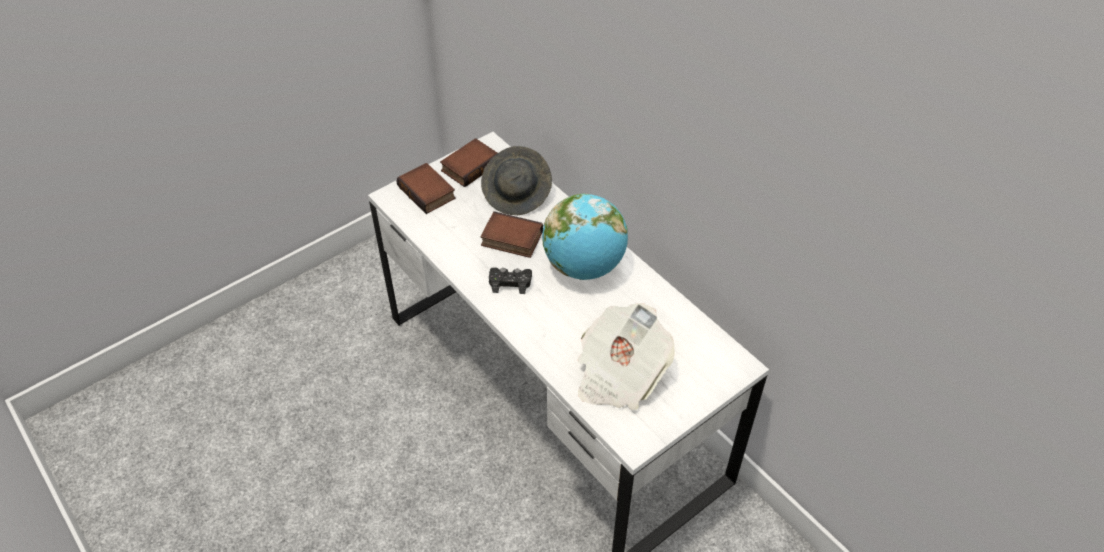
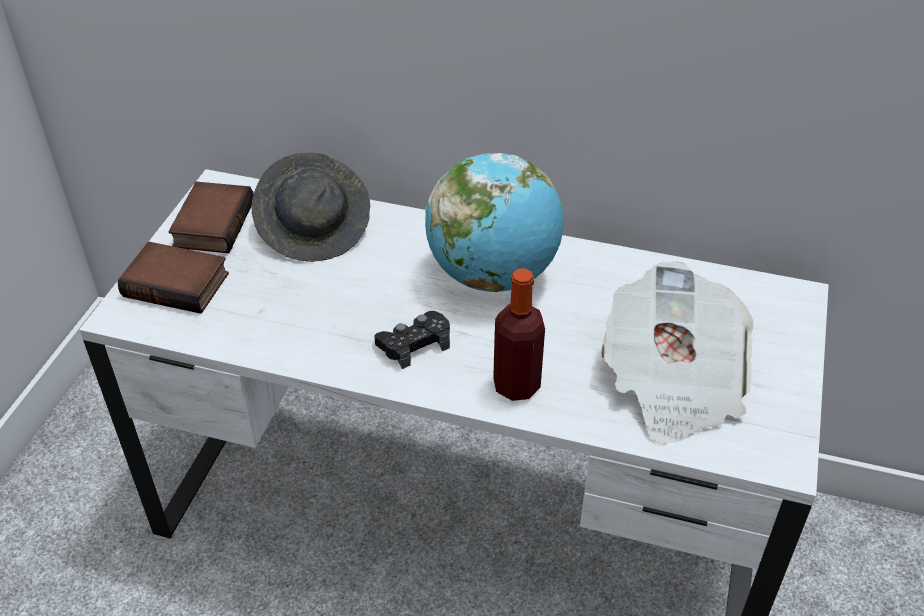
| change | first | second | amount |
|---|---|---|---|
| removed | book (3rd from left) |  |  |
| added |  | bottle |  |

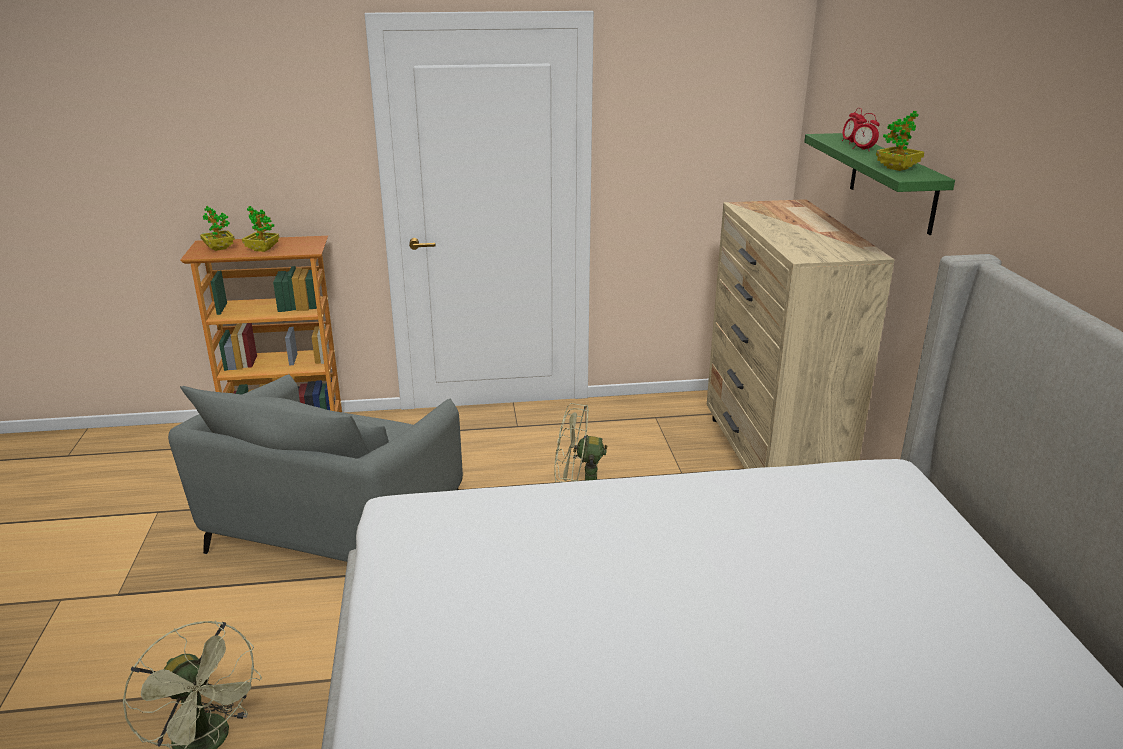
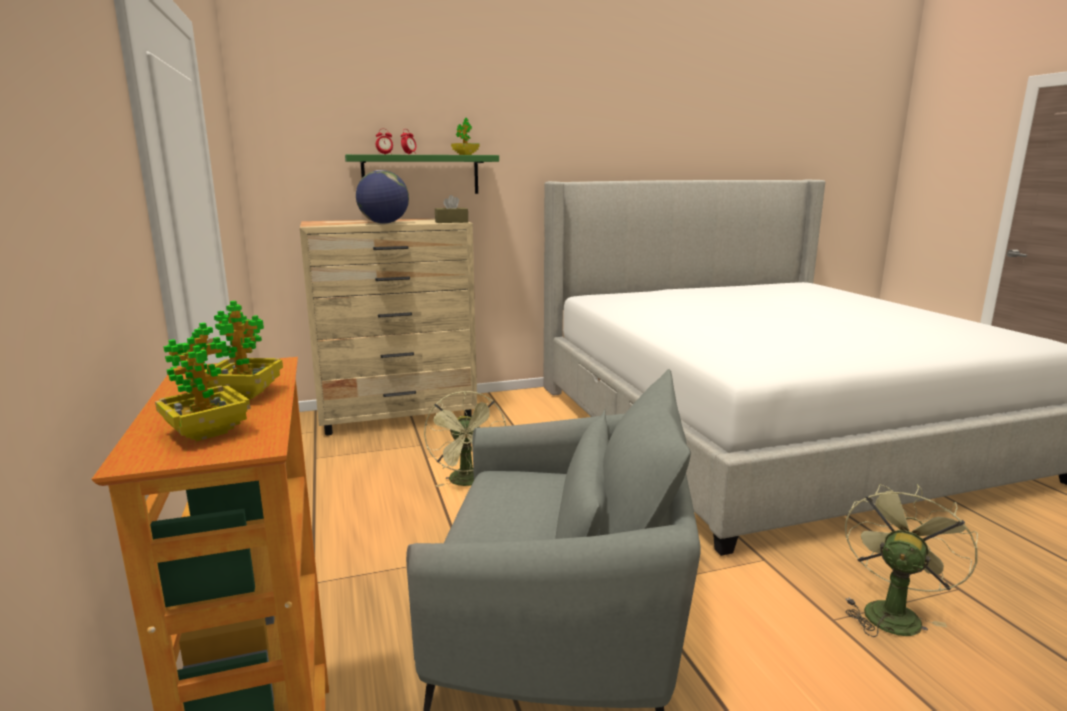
| change | first | second | amount |
|---|---|---|---|
| added |  | globe |  |
| added |  | brown tissue box |  |

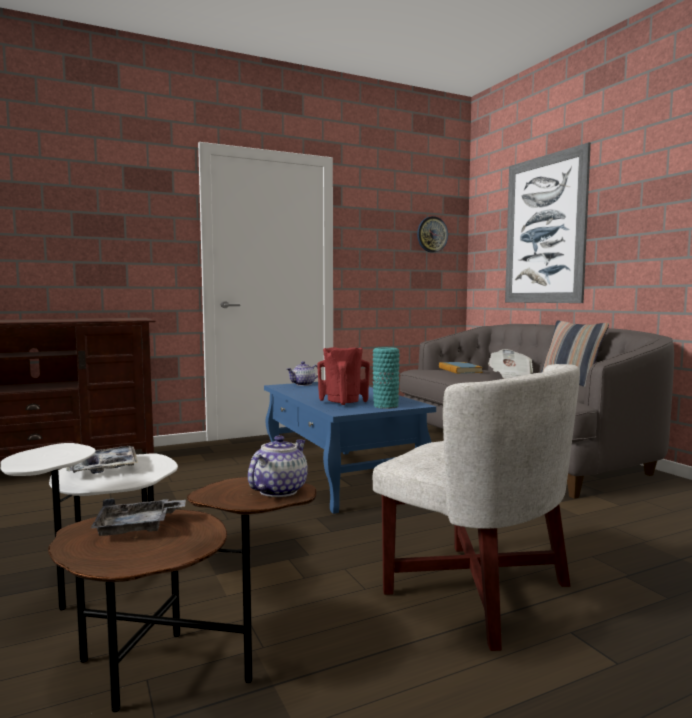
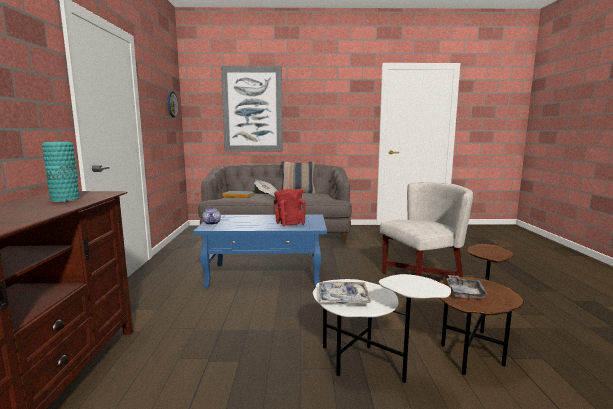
| change | first | second | amount |
|---|---|---|---|
| removed | teapot (1st from left) |  |  |
| moved | turquoise vase |  |  |

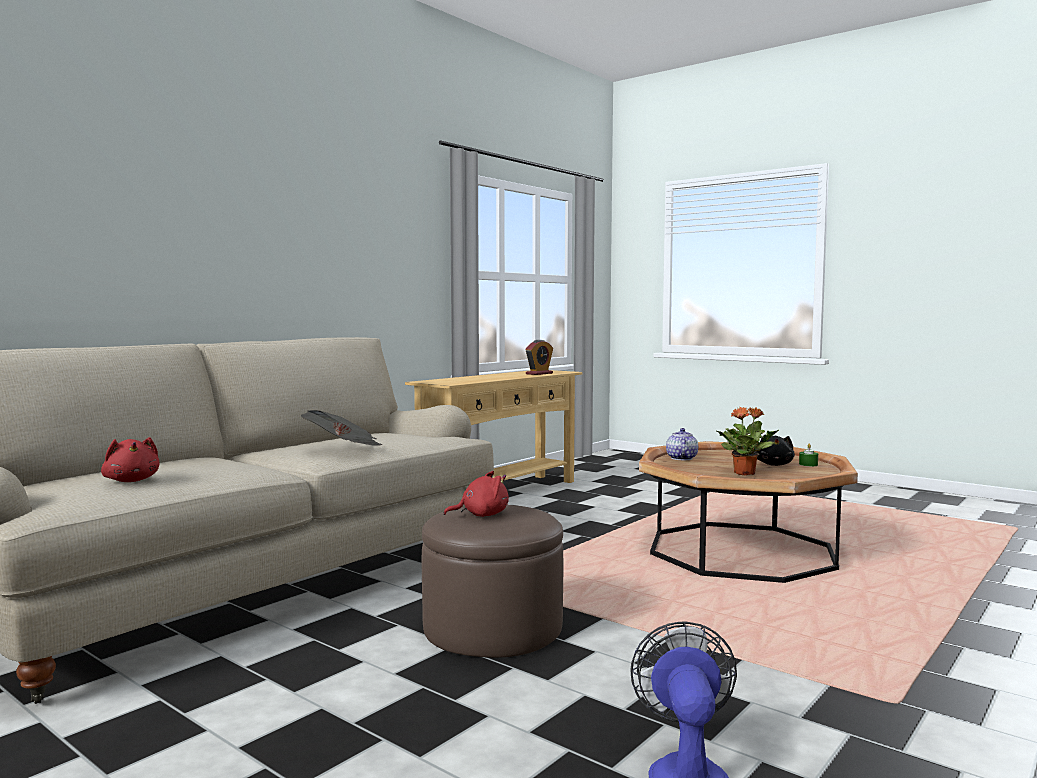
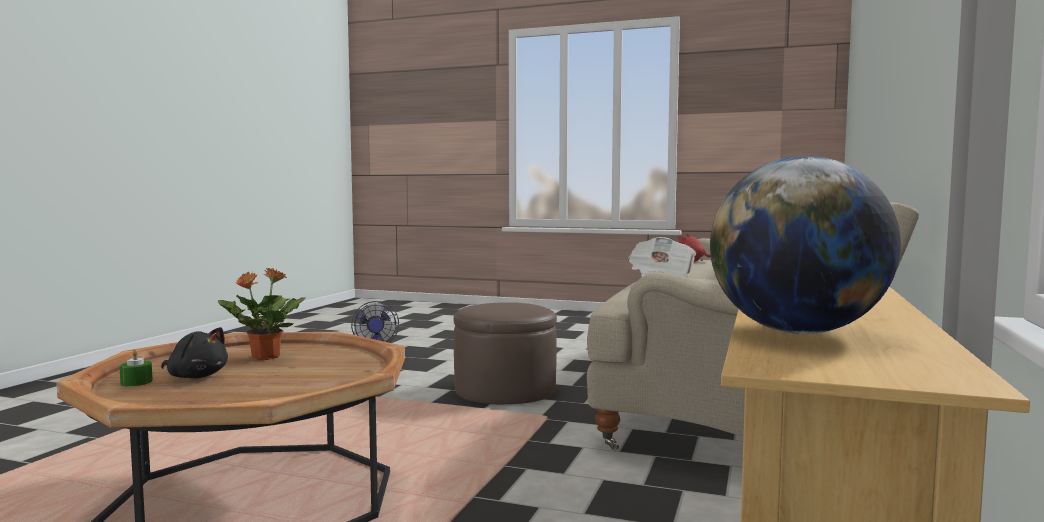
| change | first | second | amount |
|---|---|---|---|
| removed | red plush toy (2nd from left) |  |  |
| removed | teapot |  |  |
| replaced | alarm clock | globe |  |
| turned | black plush toy |  | 120 degrees clockwise |

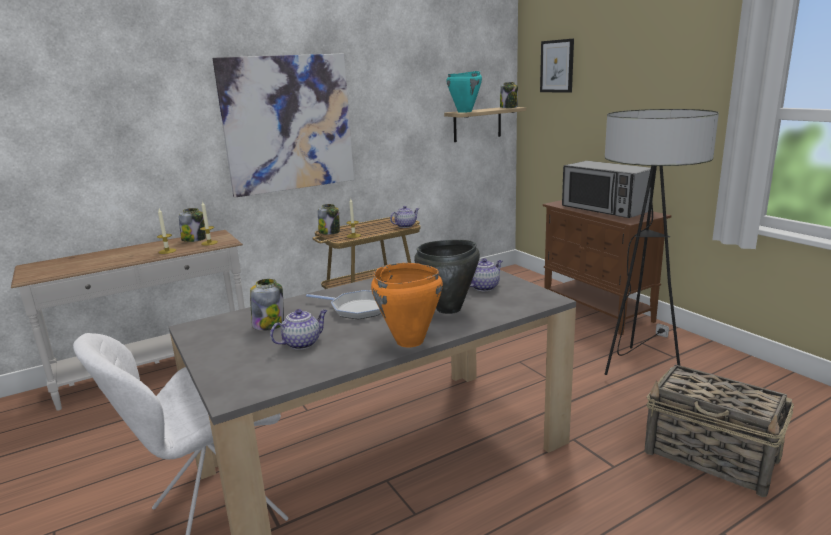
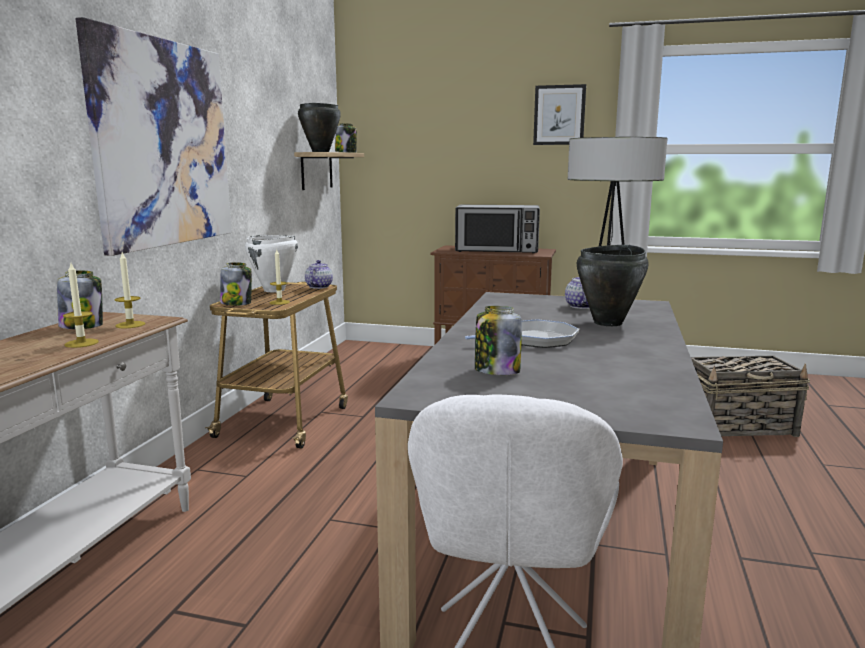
| change | first | second | amount |
|---|---|---|---|
| removed | teapot (1st from left) |  |  |
| removed | orange cooking pot |  |  |
| added |  | white cooking pot |  |
| moved | picture (2nd from left) |  |  |
| recoloured | turquoise cooking pot | black cooking pot (1st from left) |  |

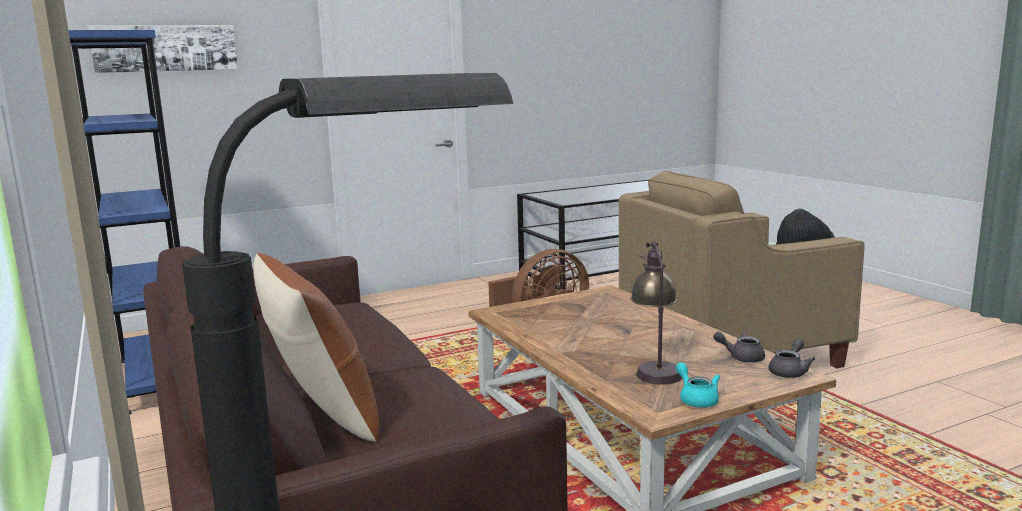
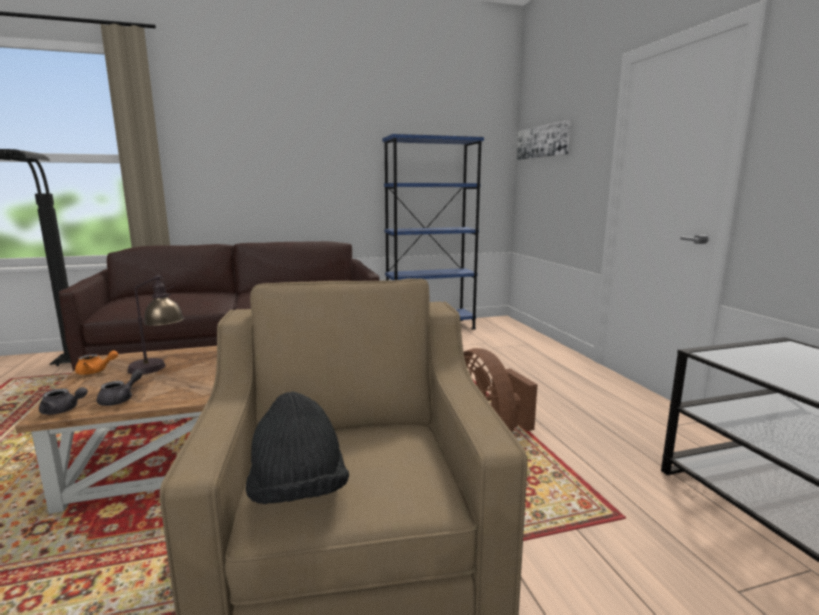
| change | first | second | amount |
|---|---|---|---|
| removed | brown pillow |  |  |
| recoloured | turquoise teapot | orange teapot |  |
| turned | grey teapot (2nd from left in the first image) | grey teapot (1st from left) | 45 degrees counterclockwise |

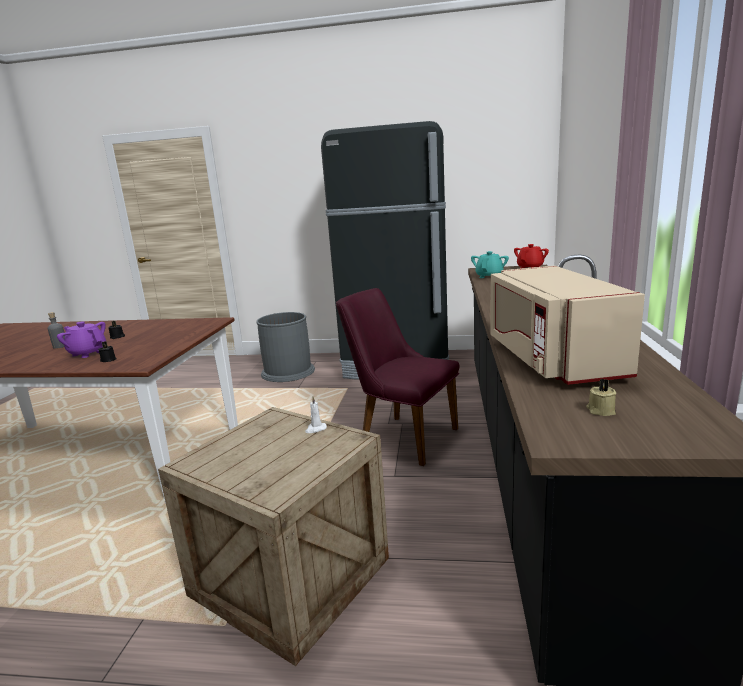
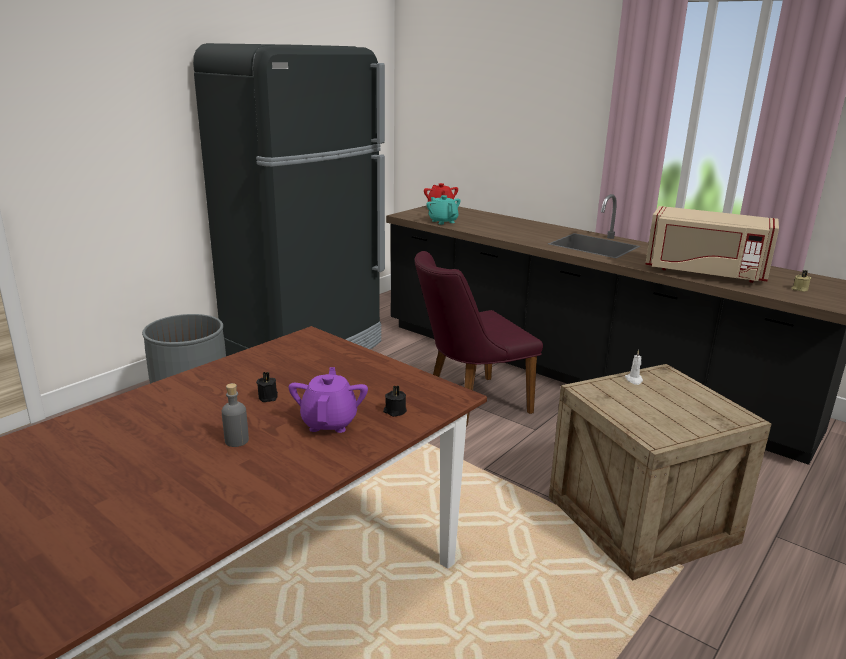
| change | first | second | amount |
|---|---|---|---|
| turned | purple teapot |  | 120 degrees clockwise |

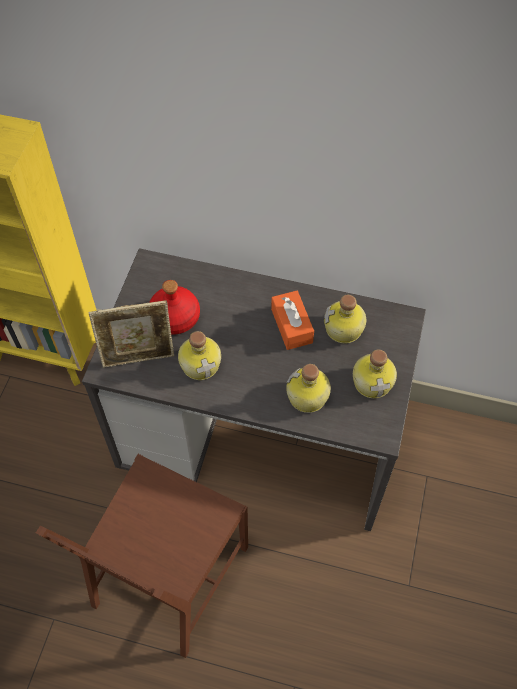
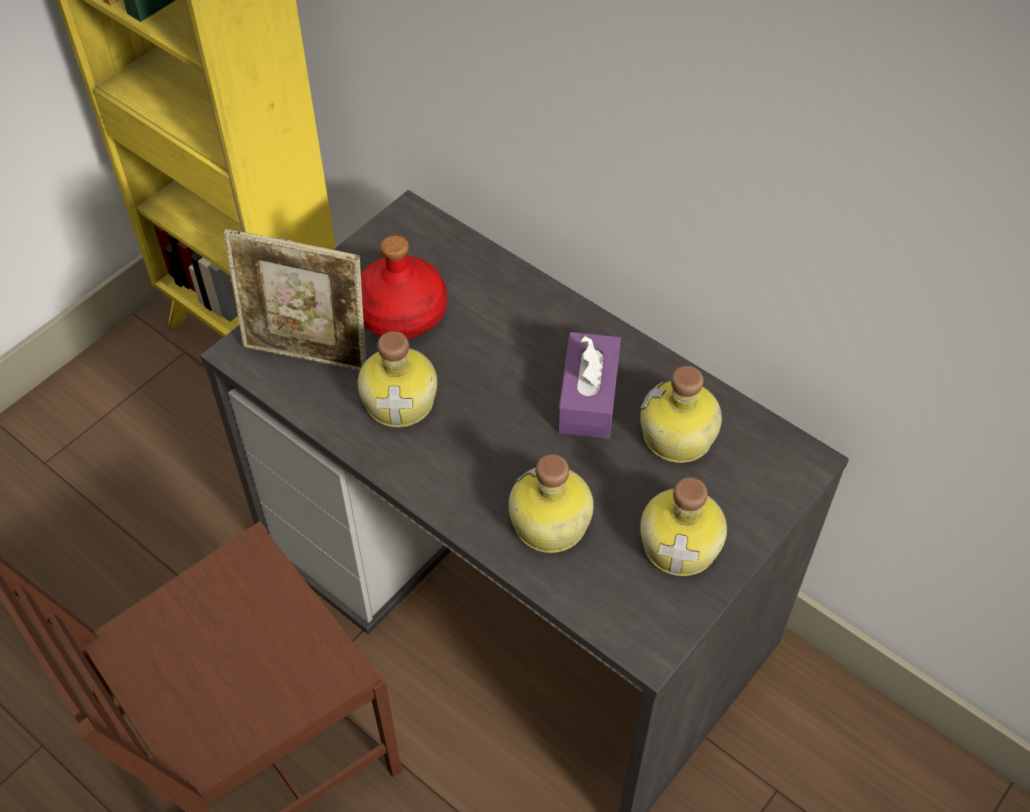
| change | first | second | amount |
|---|---|---|---|
| recoloured | orange tissue box | purple tissue box |  |

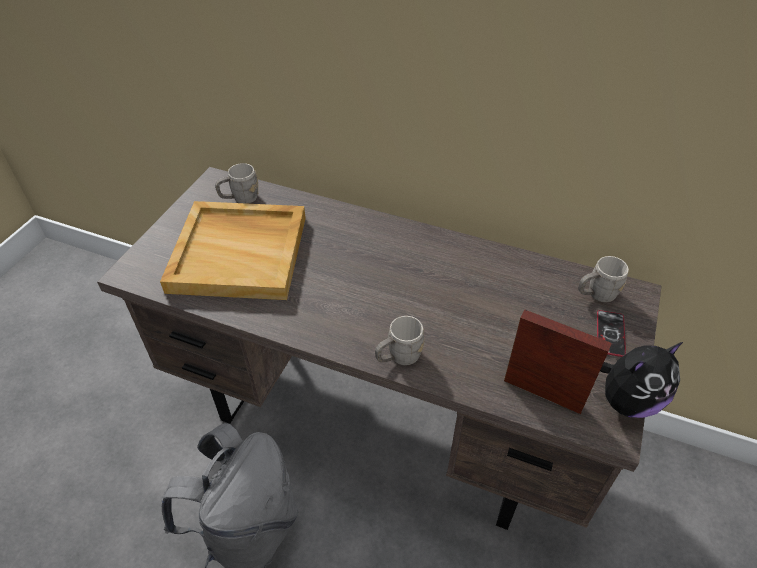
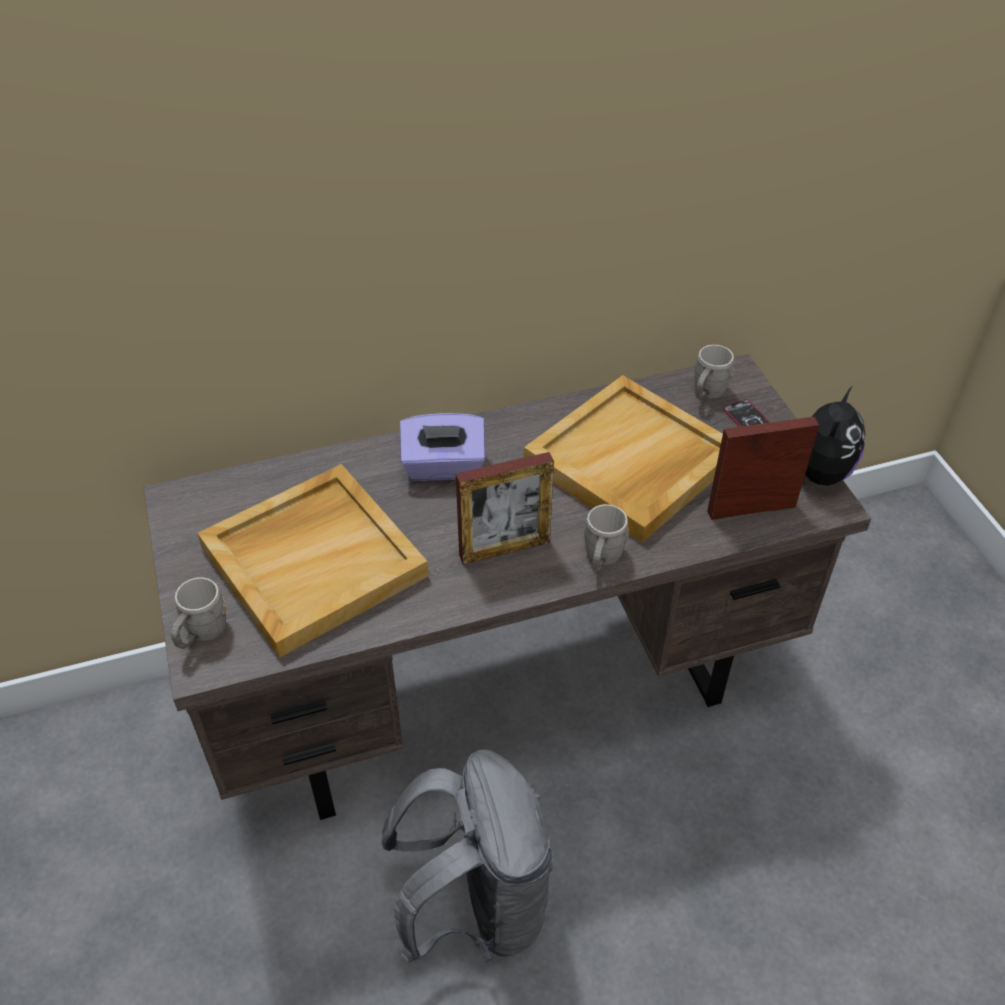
| change | first | second | amount |
|---|---|---|---|
| added |  | purple tissue box |  |
| added |  | picture frame (1st from left) |  |
| added |  | beige tray (2nd from left) |  |
| moved | grey mug (1st from left) |  |  |

